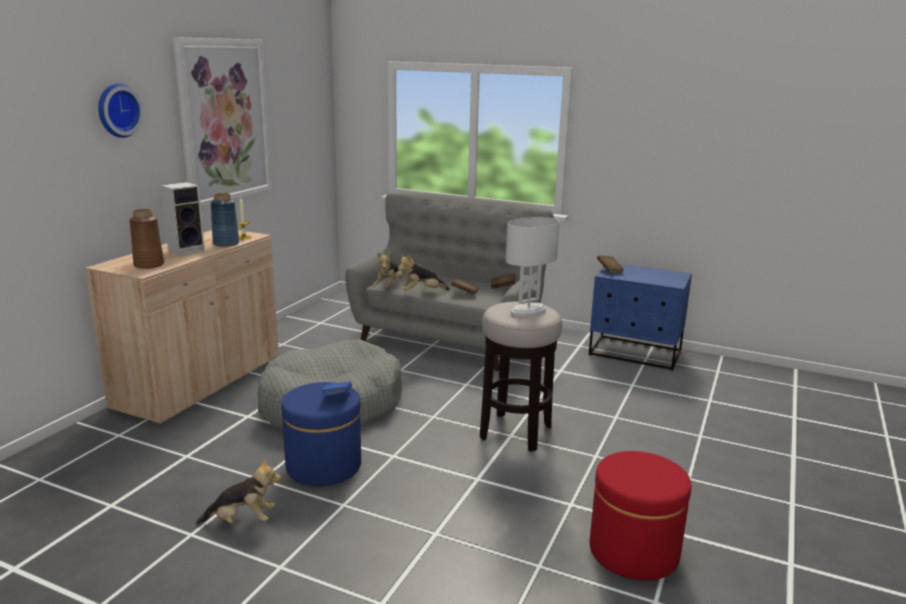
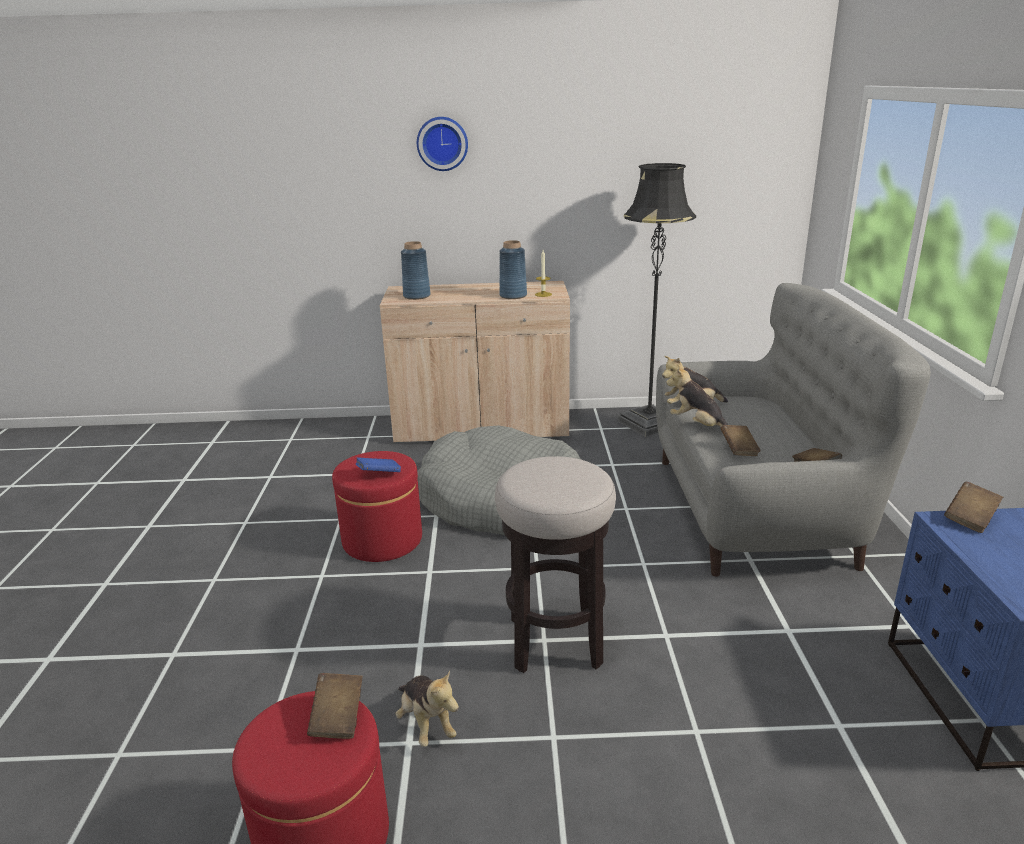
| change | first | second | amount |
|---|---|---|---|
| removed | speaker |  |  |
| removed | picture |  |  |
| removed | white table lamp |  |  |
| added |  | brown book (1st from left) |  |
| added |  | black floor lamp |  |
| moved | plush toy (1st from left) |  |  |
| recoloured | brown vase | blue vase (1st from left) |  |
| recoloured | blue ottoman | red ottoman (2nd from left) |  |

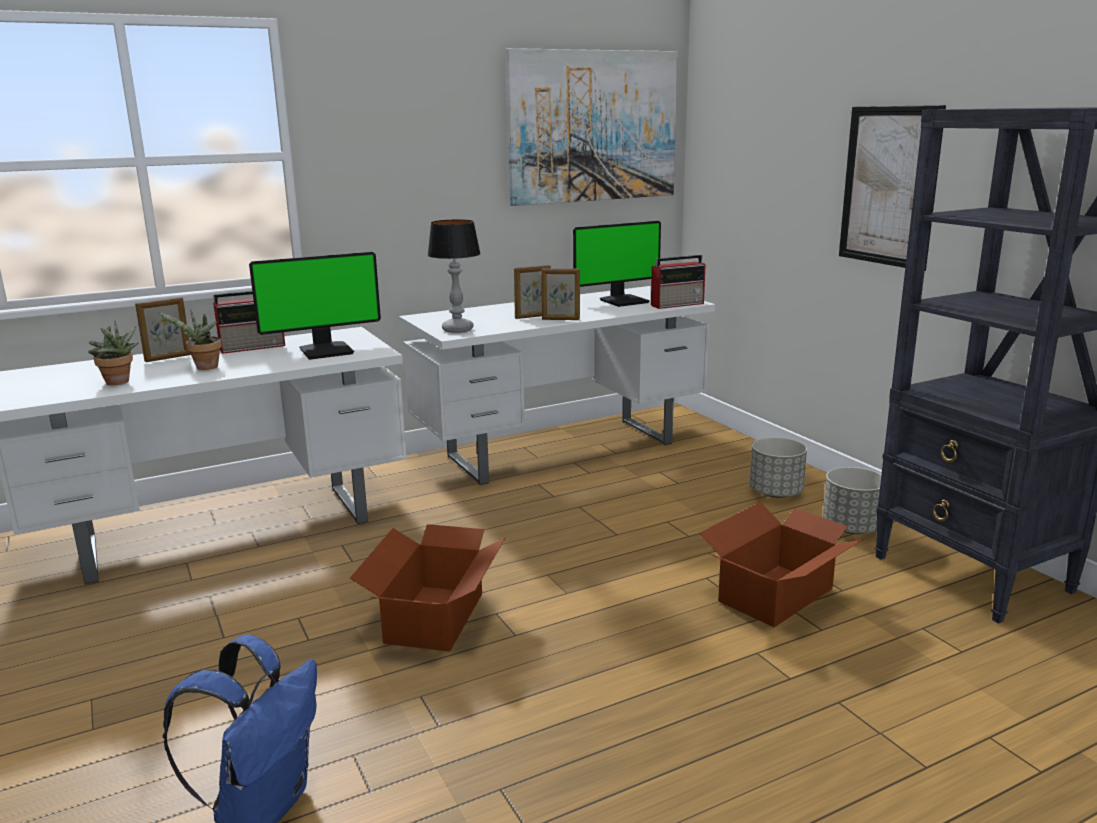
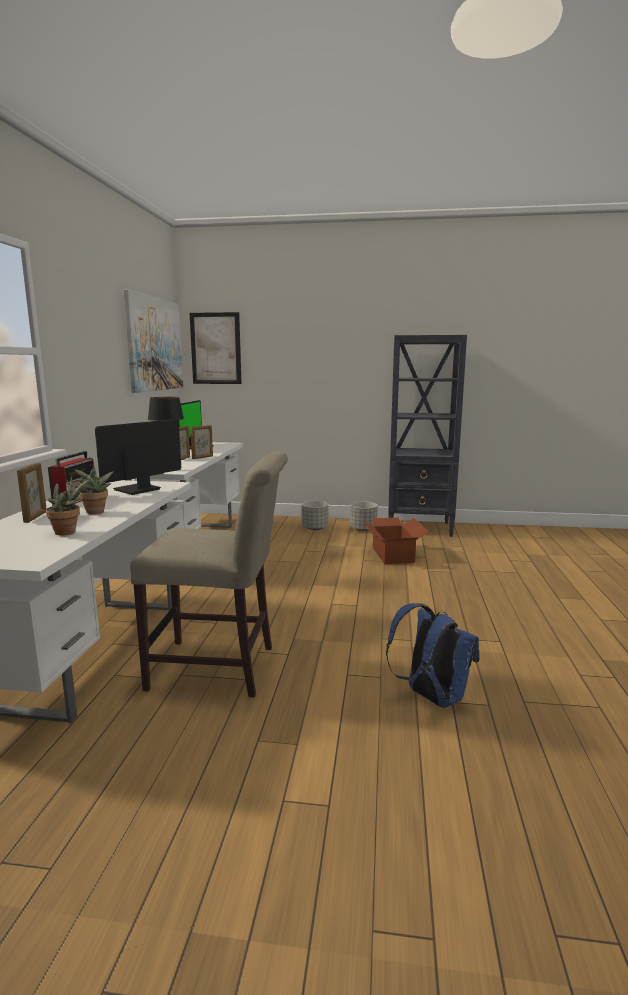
| change | first | second | amount |
|---|---|---|---|
| removed | cardboard box (1st from left) |  |  |
| removed | radio (2nd from left) |  |  |
| added |  | beige chair |  |
| moved | picture (2nd from left) |  |  |
| turned | monitor (1st from left) |  | 150 degrees counterclockwise |

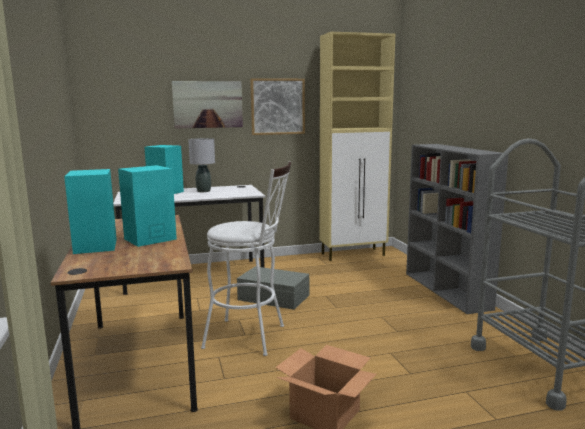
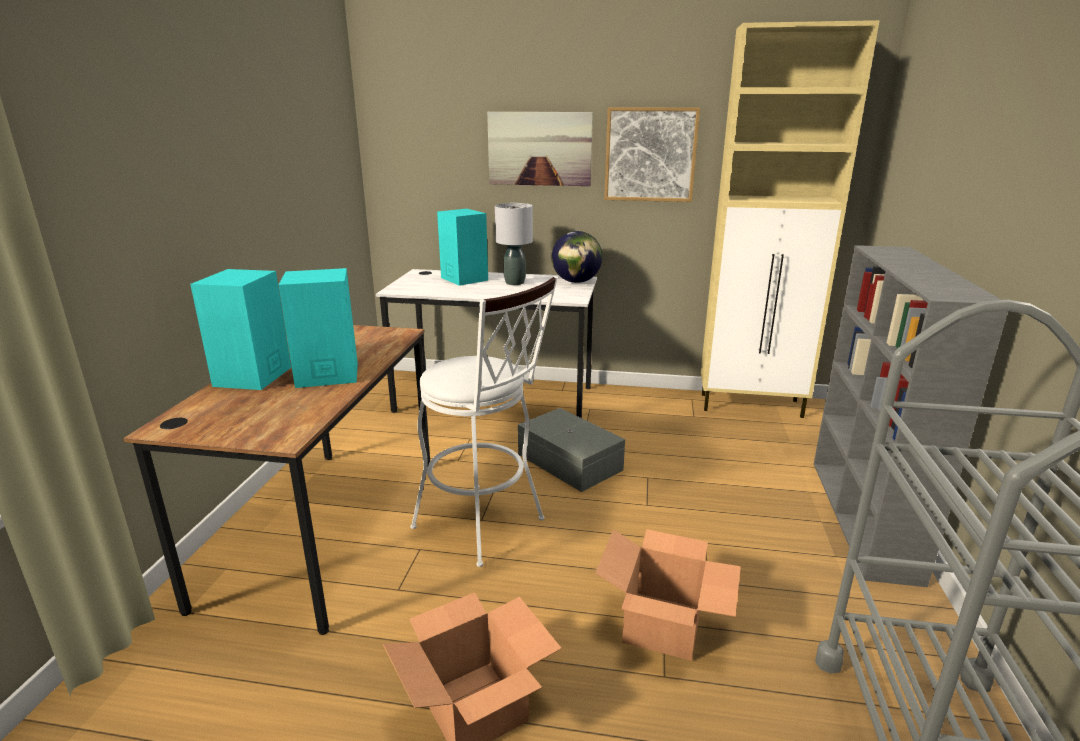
| change | first | second | amount |
|---|---|---|---|
| added |  | globe |  |
| added |  | cardboard box (2nd from left) |  |

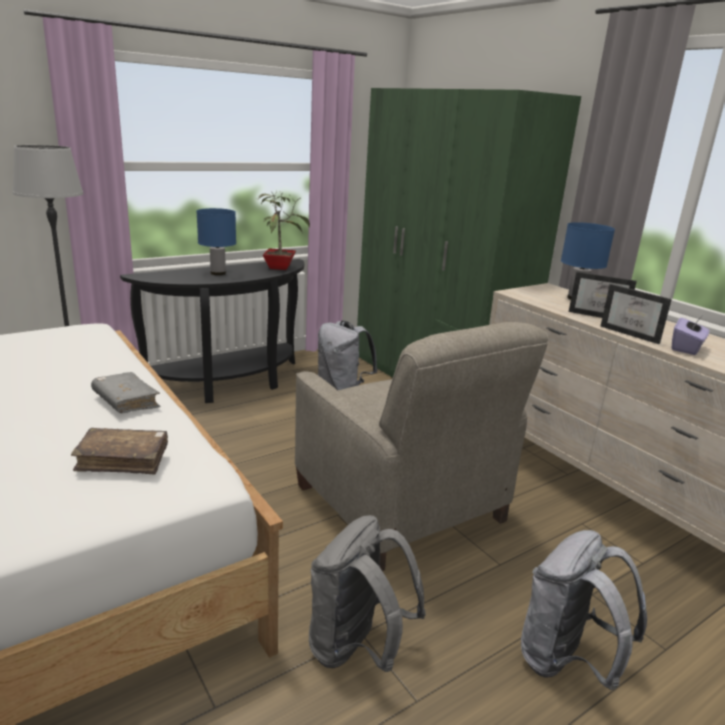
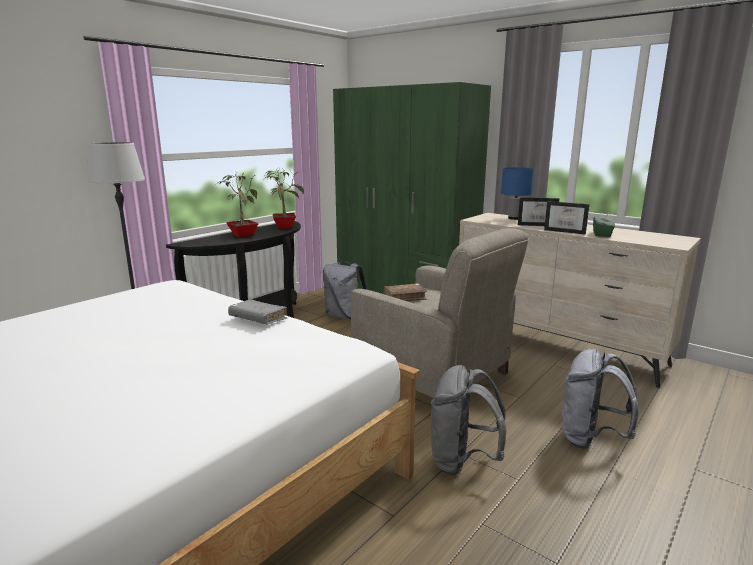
| change | first | second | amount |
|---|---|---|---|
| moved | brown book |  |  |
| replaced | blue table lamp (1st from left) | potted plant (1st from left) |  |
| recoloured | purple tissue box | green tissue box |  |

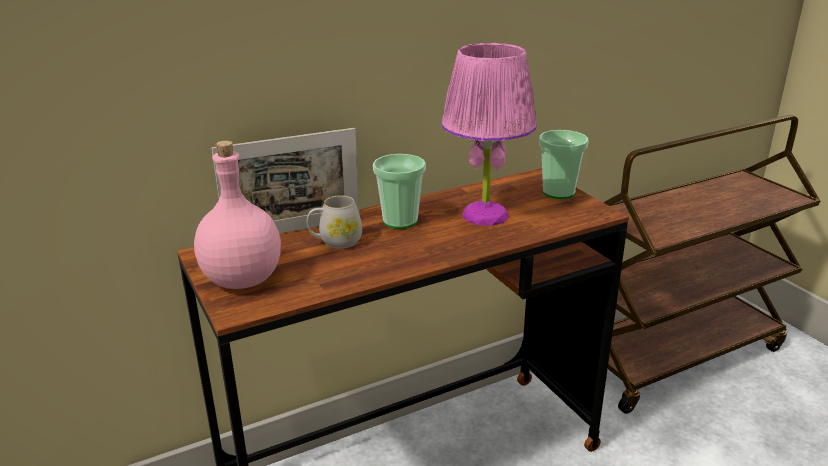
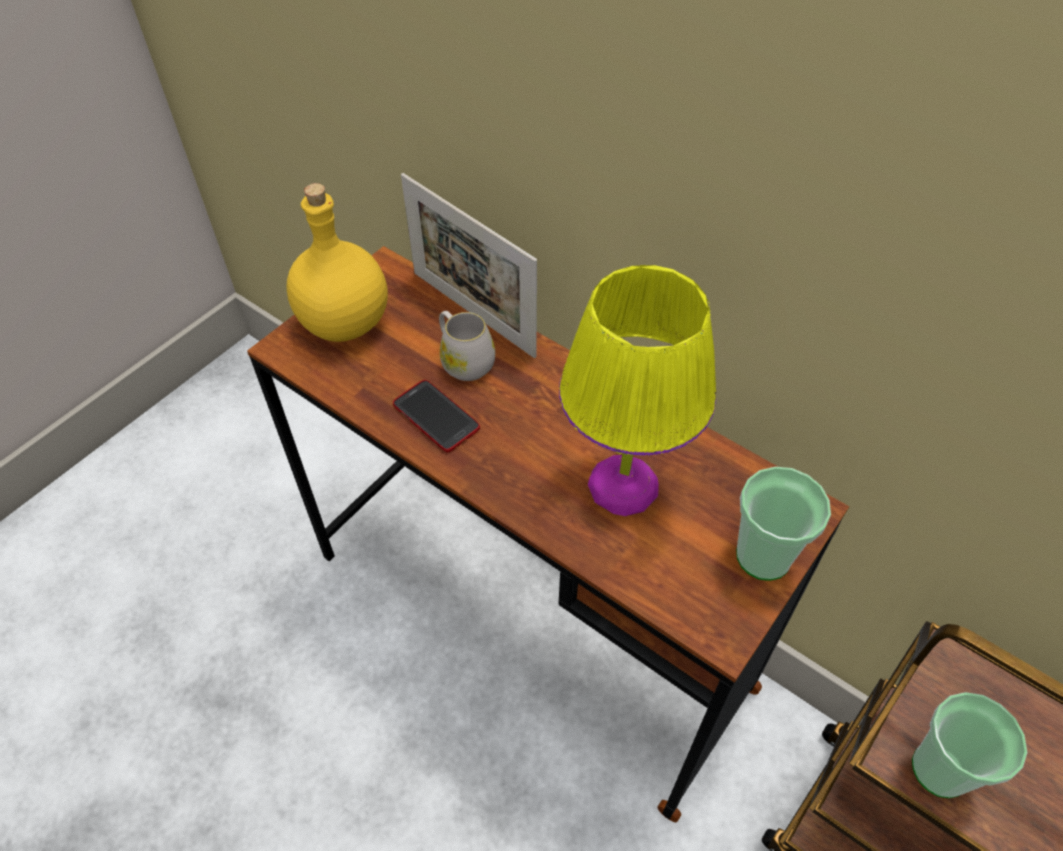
| change | first | second | amount |
|---|---|---|---|
| added |  | phone |  |
| moved | cup (1st from left in the first image) | cup (2nd from left) |  |
| recoloured | pink bottle | yellow bottle |  |
| recoloured | pink table lamp | yellow table lamp |  |

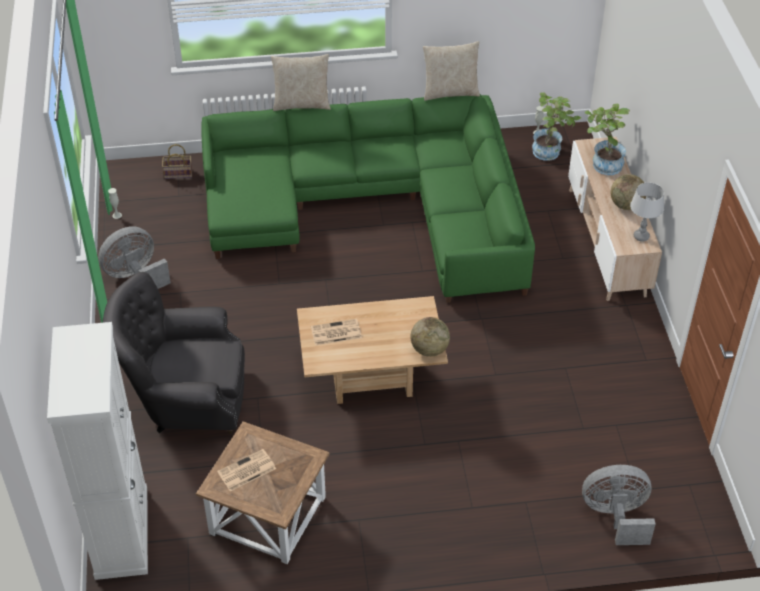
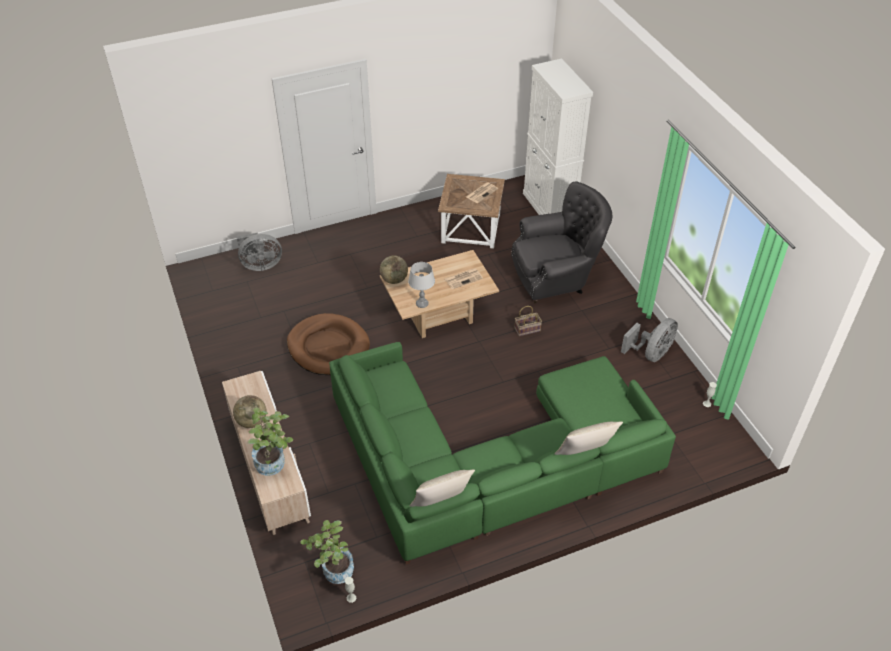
| change | first | second | amount |
|---|---|---|---|
| added |  | brown dog bed |  |
| moved | basket |  |  |
| moved | grey table lamp |  |  |

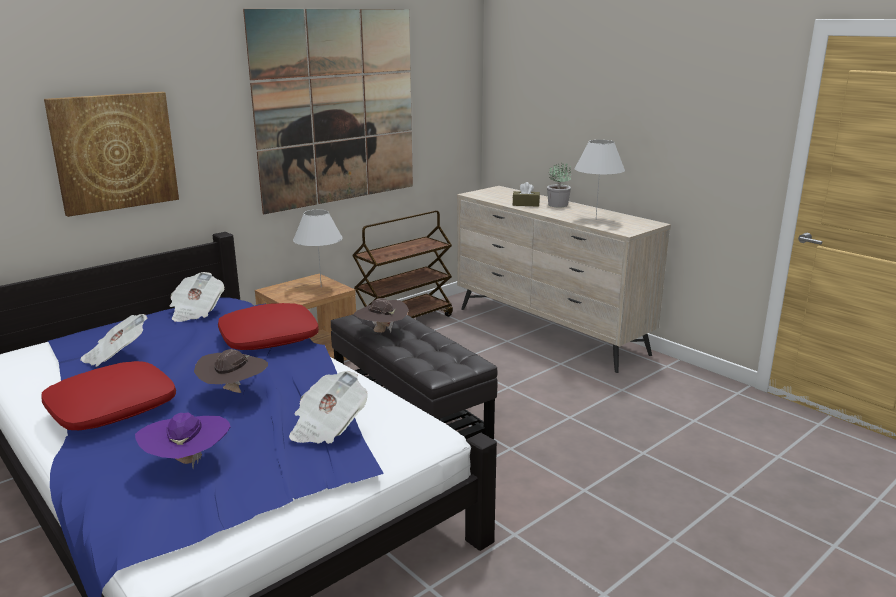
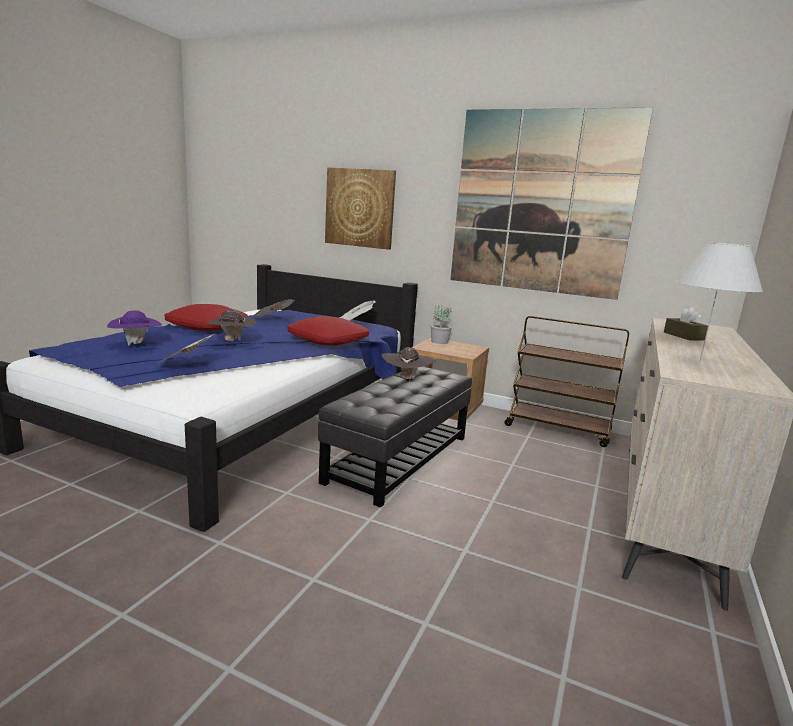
| change | first | second | amount |
|---|---|---|---|
| removed | white table lamp (1st from left) |  |  |
| moved | potted plant |  |  |

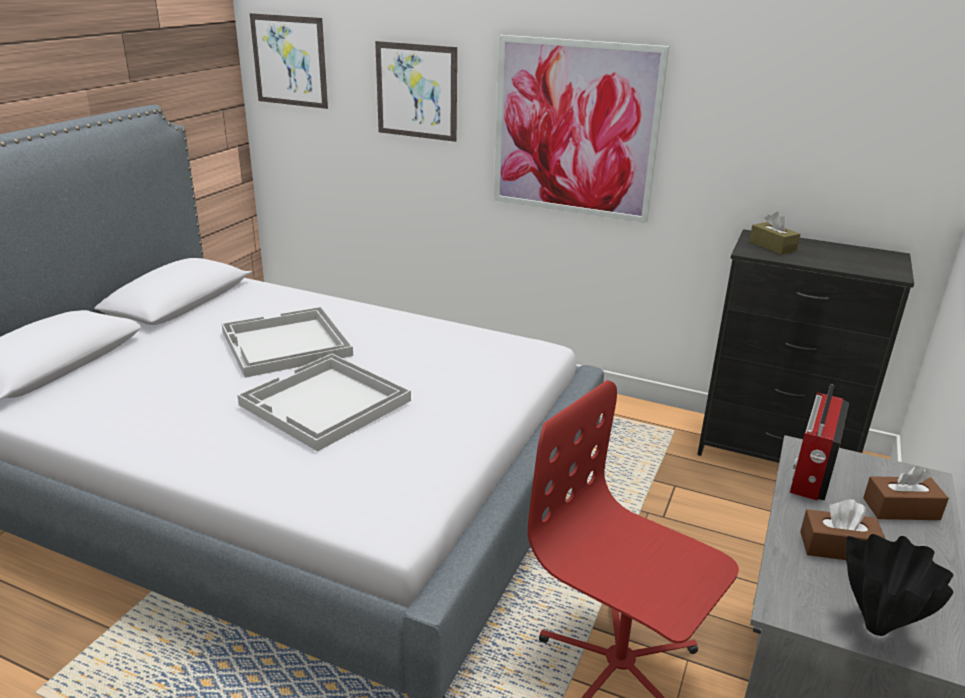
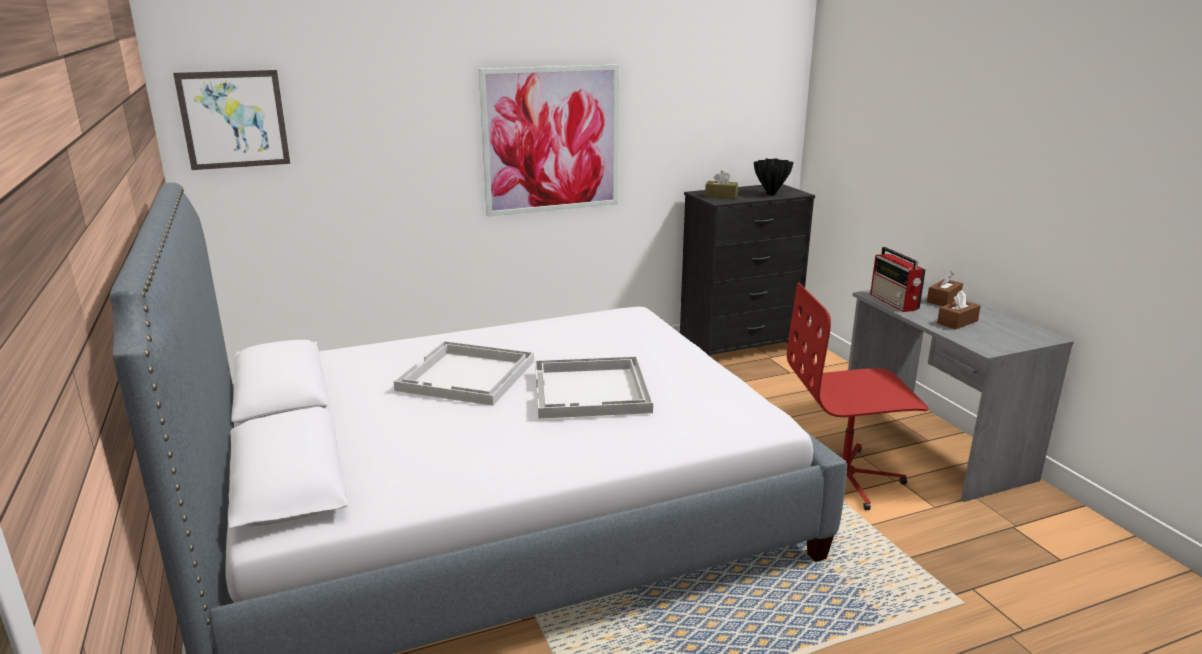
| change | first | second | amount |
|---|---|---|---|
| removed | picture (2nd from left) |  |  |
| moved | black vase |  |  |

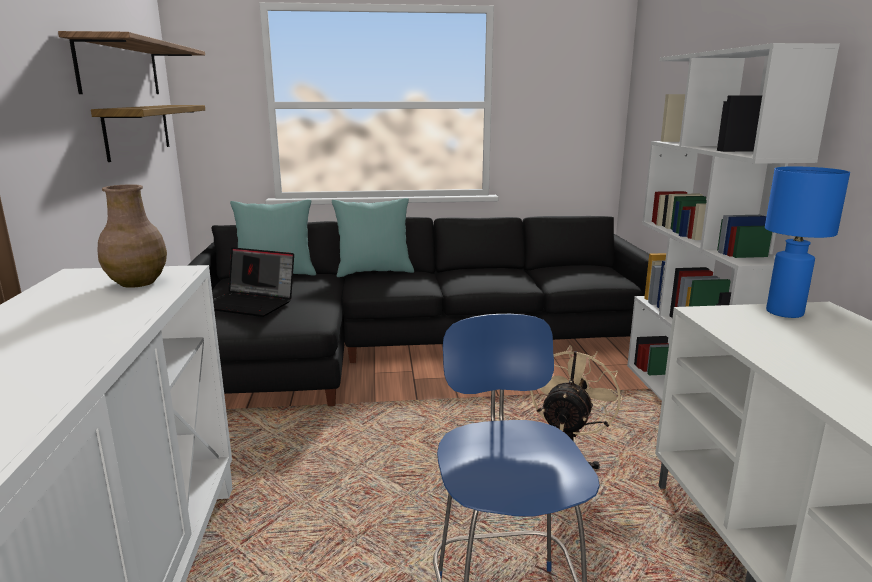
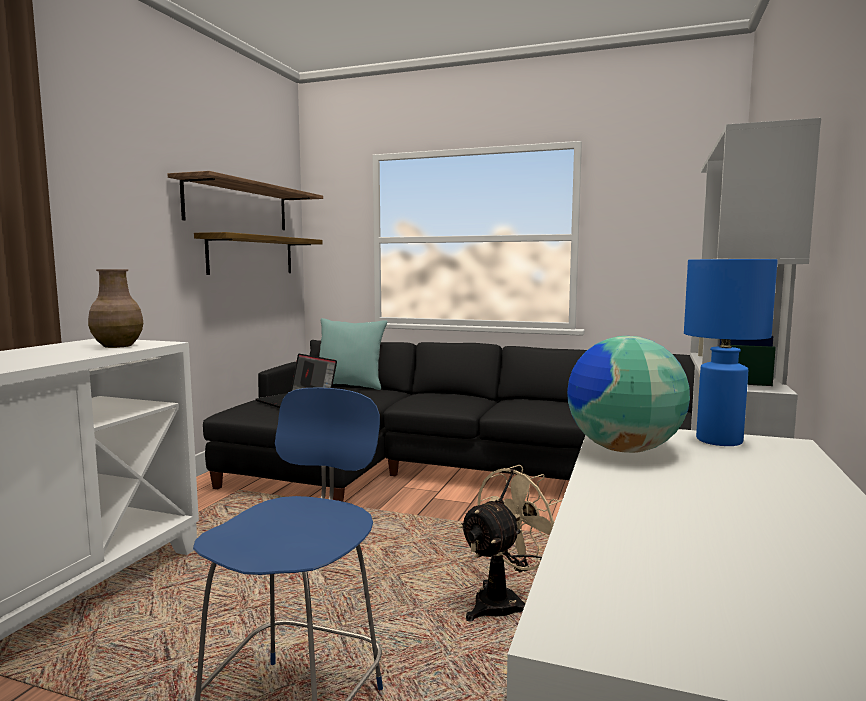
| change | first | second | amount |
|---|---|---|---|
| removed | turquoise pillow (2nd from left) |  |  |
| added |  | globe |  |

